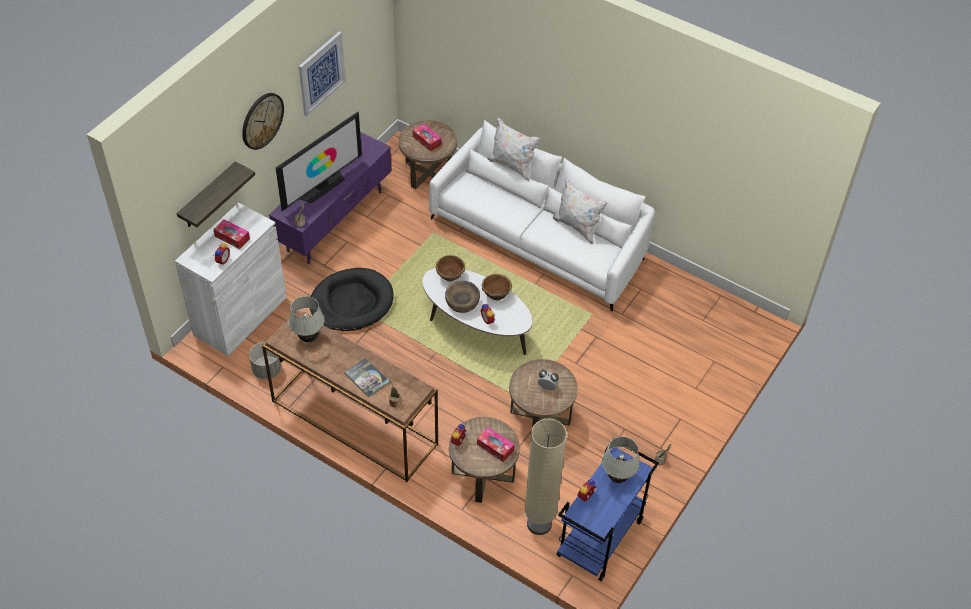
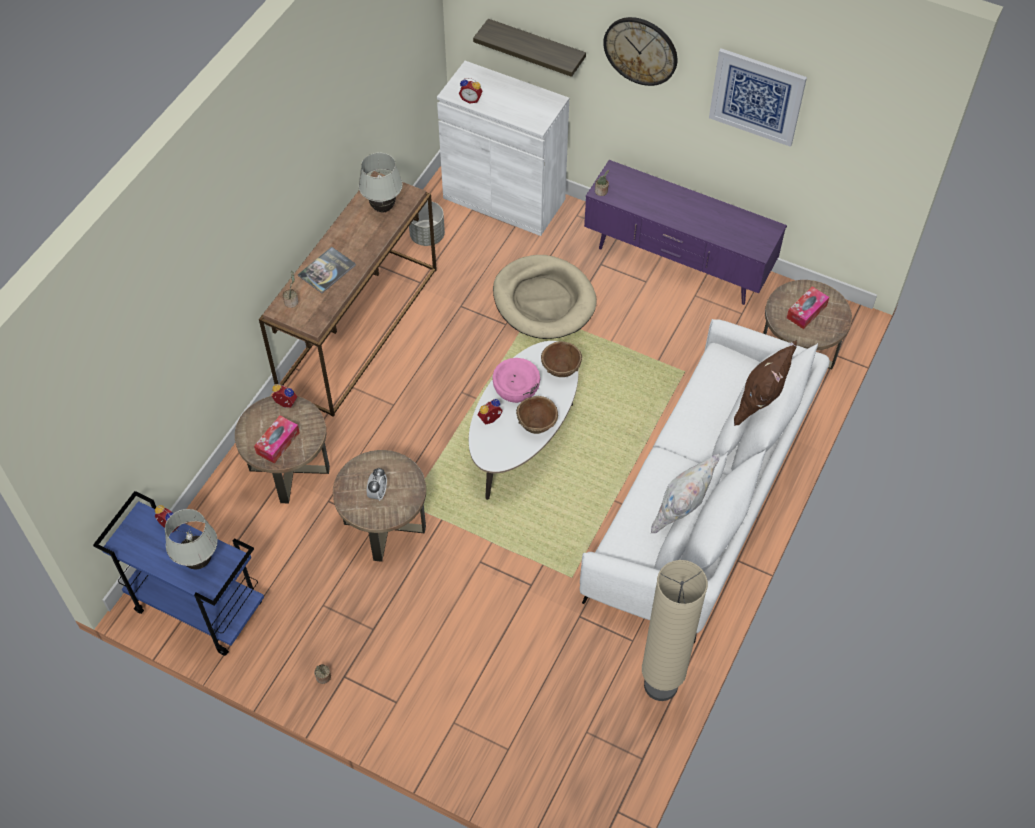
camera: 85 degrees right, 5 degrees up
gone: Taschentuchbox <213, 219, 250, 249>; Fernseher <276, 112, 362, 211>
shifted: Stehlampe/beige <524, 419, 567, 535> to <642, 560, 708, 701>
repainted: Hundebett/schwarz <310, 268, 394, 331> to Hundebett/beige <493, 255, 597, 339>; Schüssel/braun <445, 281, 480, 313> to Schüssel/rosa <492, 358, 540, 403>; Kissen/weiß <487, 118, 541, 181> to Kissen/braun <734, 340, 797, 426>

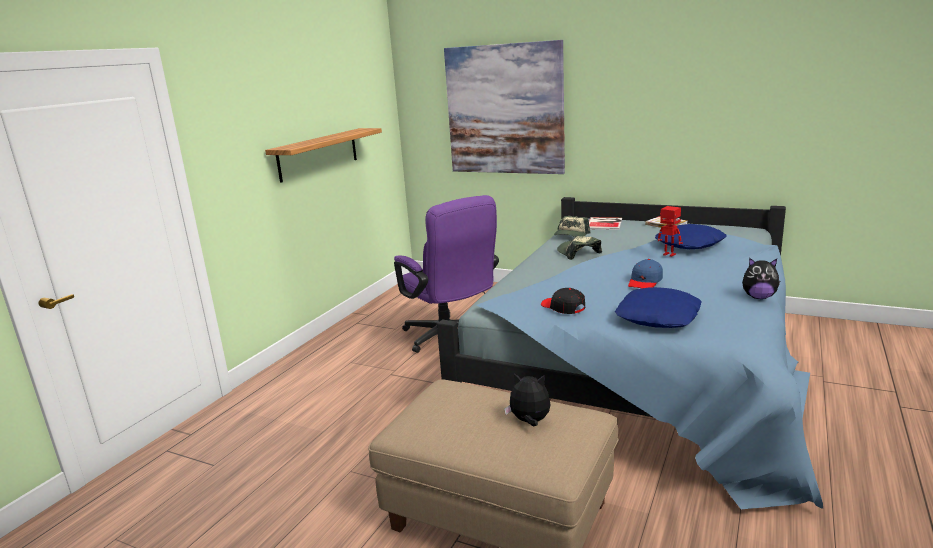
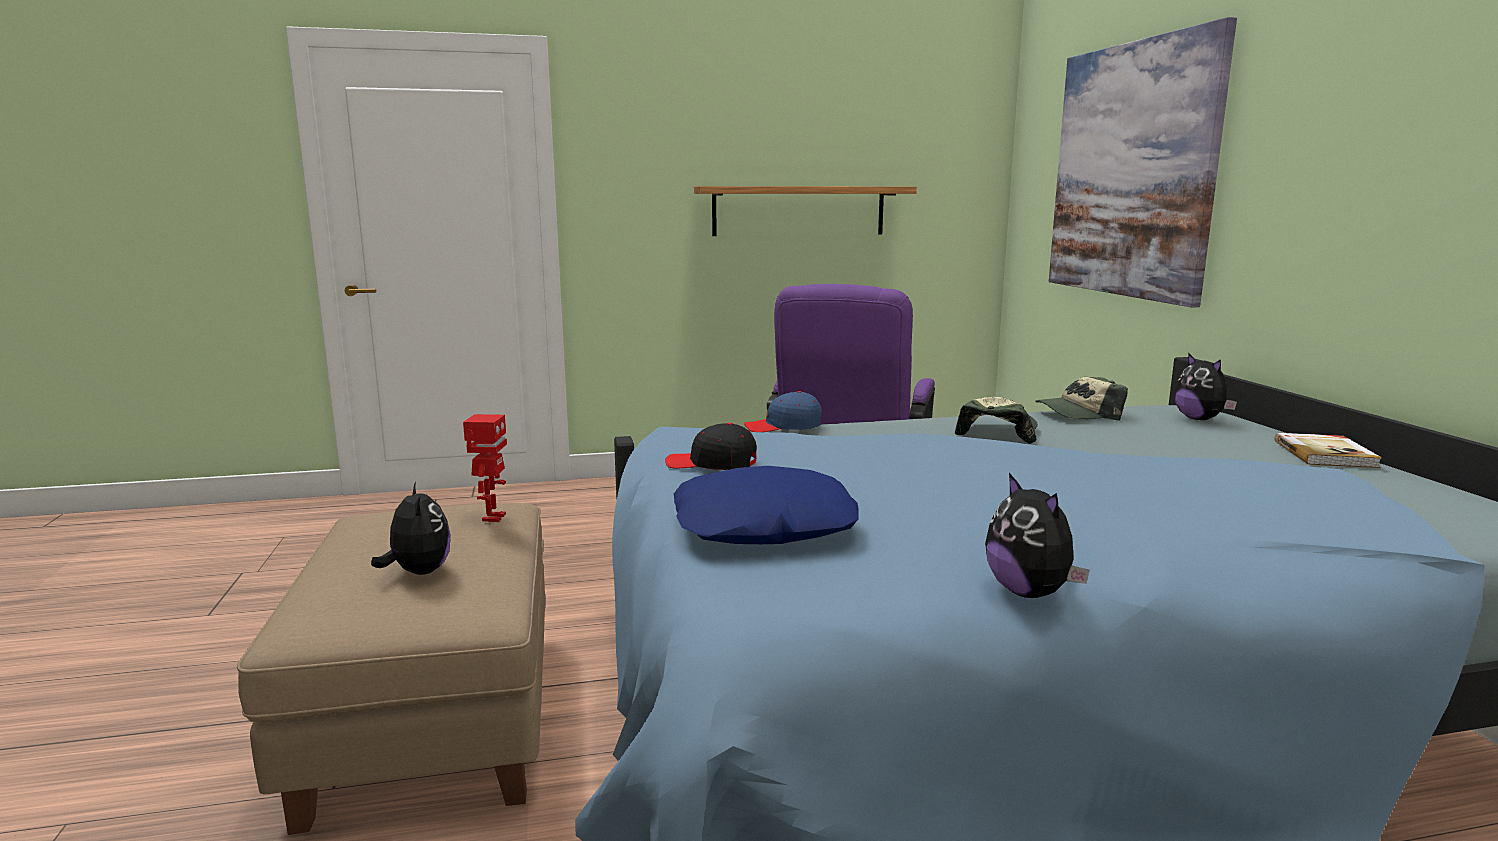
camera: 50 degrees right, 5 degrees down
gone: Kissen/blau <655, 224, 727, 249>
shifted: Kappe/blau <628, 259, 663, 288> to <744, 391, 821, 432>; Spielzeugroboter <658, 206, 683, 257> to <463, 414, 507, 522>
swapped: Buch <589, 217, 622, 230> to Plüschtier <1174, 353, 1237, 420>
rotated: Kappe/schwarz <541, 288, 585, 314> = <665, 423, 757, 470> 90 degrees counterclockwise

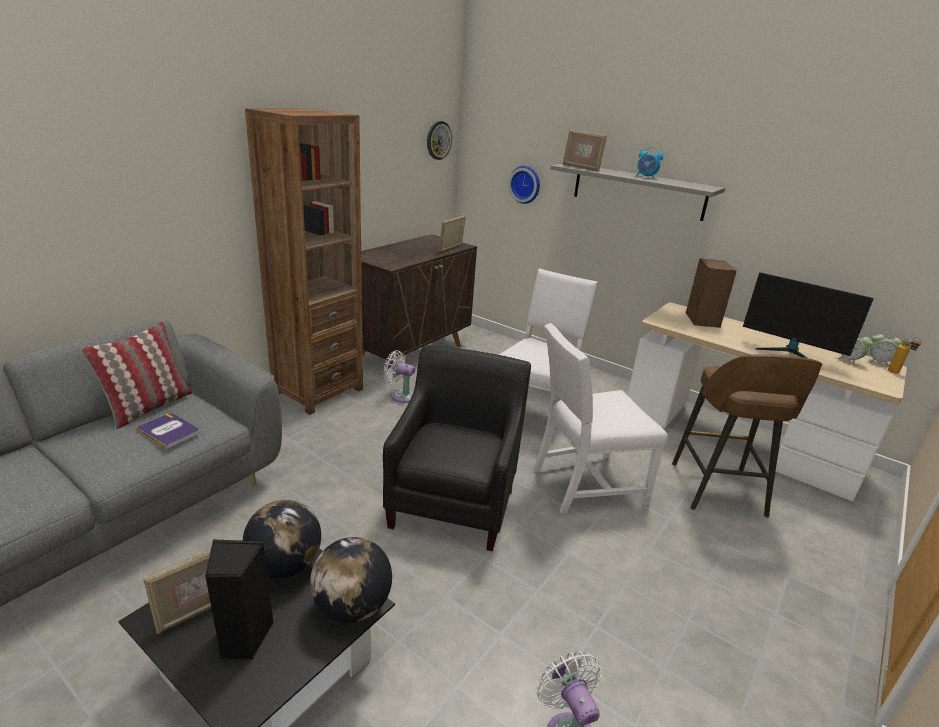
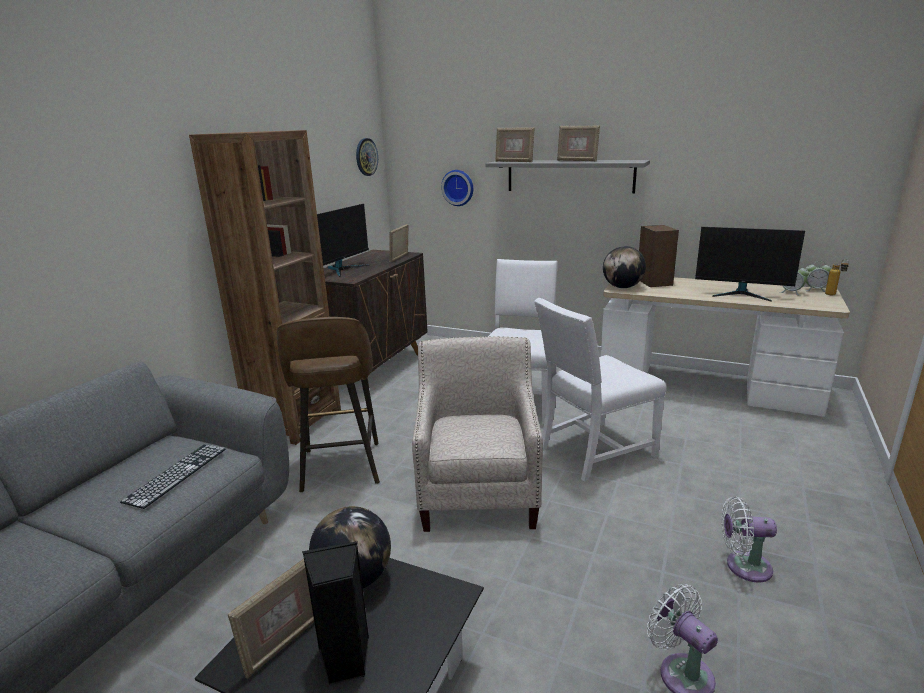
camera: 10 degrees left, 5 degrees down
gone: Kissen <82, 322, 192, 429>
new: Monitor <317, 204, 370, 277>
shifted: Globus <310, 537, 392, 623> to <603, 246, 646, 288>; Ventilator/weiß <383, 350, 415, 403> to <721, 496, 777, 582>; Hocker/braun <672, 354, 822, 517> to <277, 317, 380, 493>
swapped: Buch <136, 413, 200, 449> to Tastatur <120, 444, 226, 509>; Wecker <636, 147, 663, 179> to Bilderrahmen <557, 125, 600, 161>
repainted: Sessel/schwarz <383, 345, 531, 551> to Sessel/beige <412, 336, 543, 532>

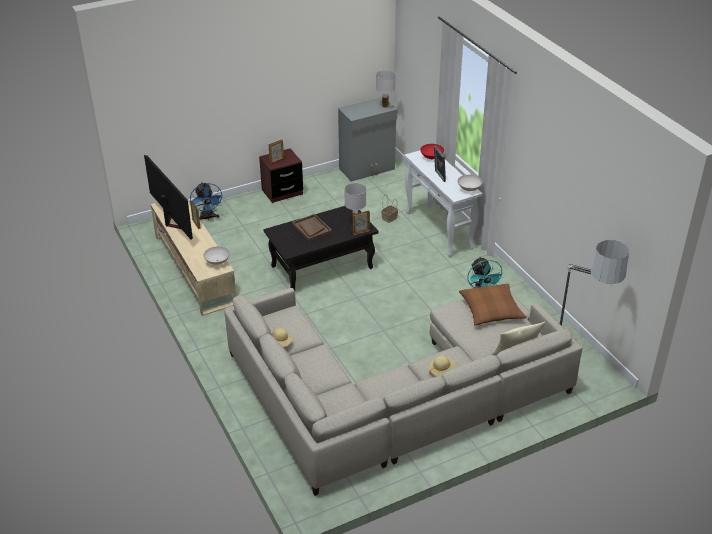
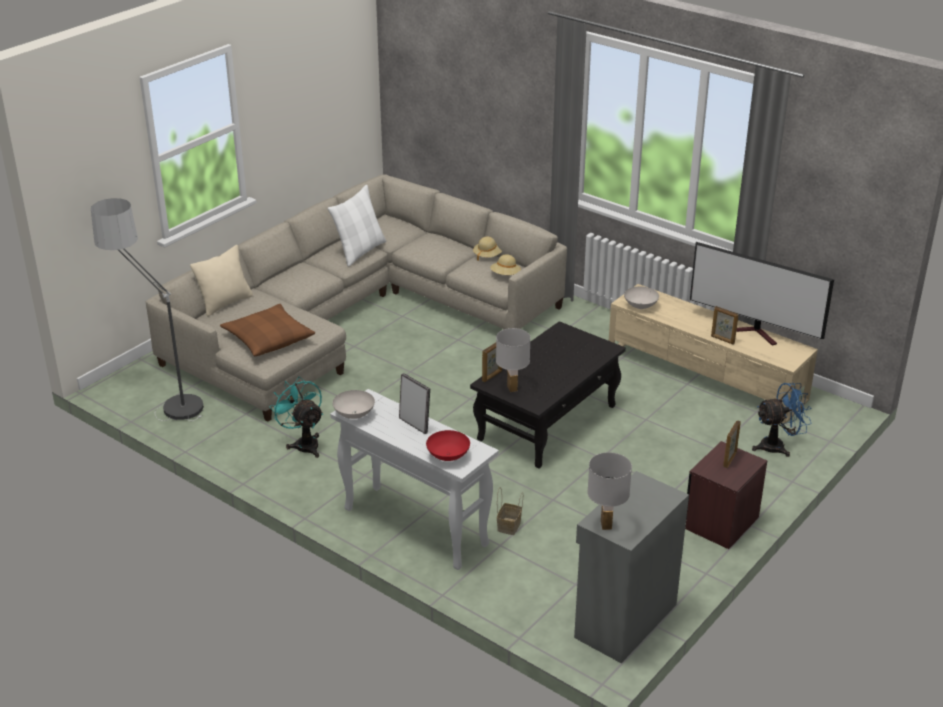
camera: 155 degrees right, 5 degrees down
gone: Tablett/braun <292, 214, 332, 241>
new: Kissen/weiß <328, 185, 386, 267>
shifted: Hut/beige <429, 356, 456, 376> to <490, 254, 521, 275>
rotated: Ventilator/blau <190, 182, 223, 220> = <752, 383, 812, 457> 120 degrees clockwise

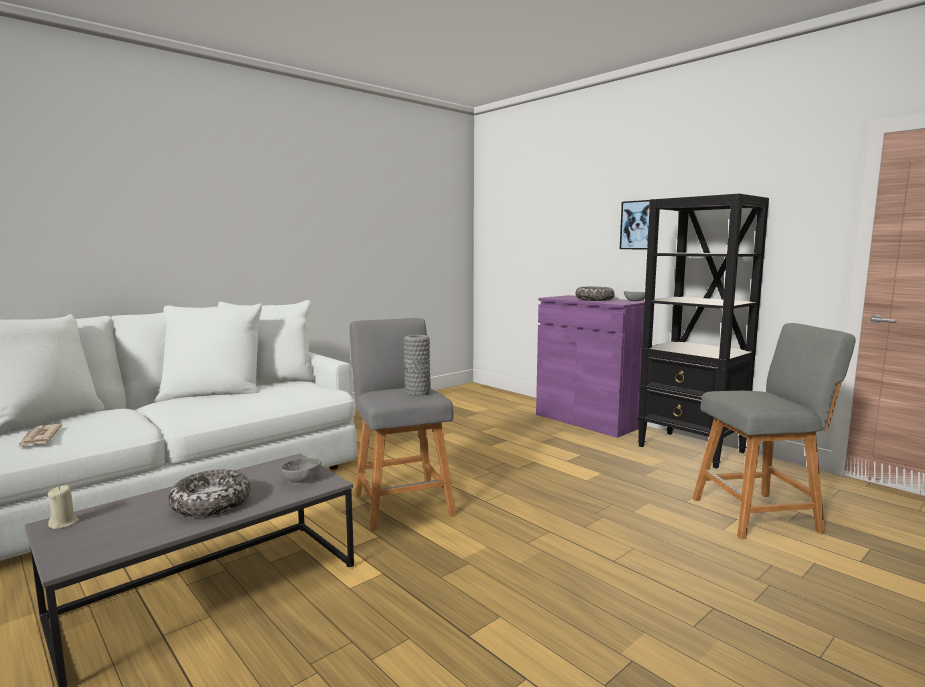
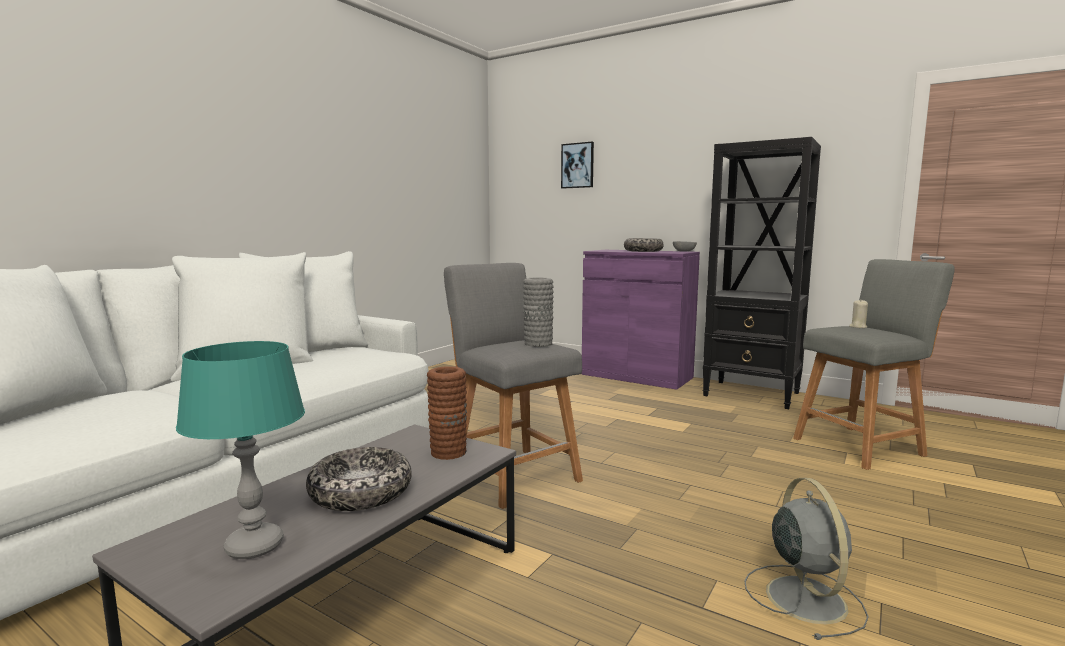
camera: 15 degrees left, 0 degrees up
gone: Zeitung <18, 424, 62, 448>
new: Tischlampe/türkis <176, 341, 305, 559>; Ventilator/grau <744, 478, 869, 640>
shifted: Kerze/beige <48, 485, 79, 529> to <849, 300, 868, 328>; Bild <620, 200, 650, 249> to <561, 142, 594, 189>
swapped: Schüssel/grau <281, 458, 321, 483> to Vase/braun <427, 366, 467, 460>

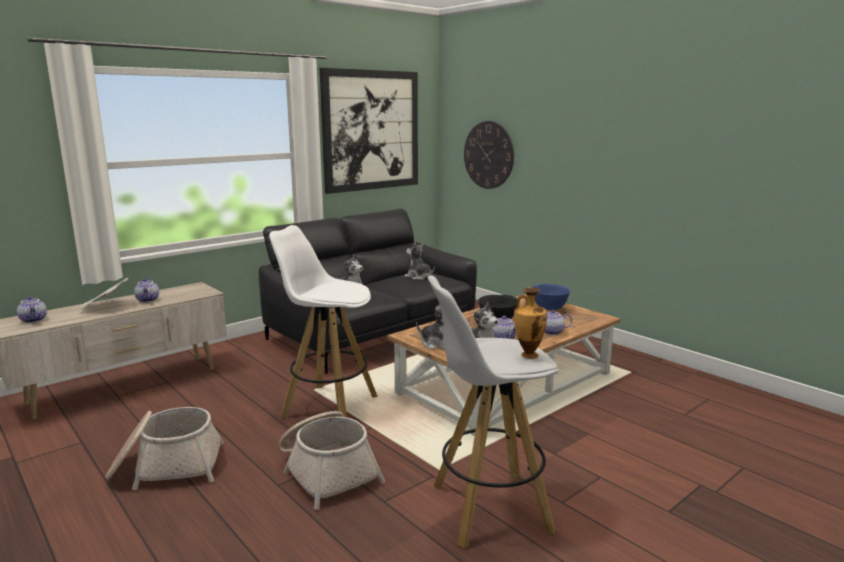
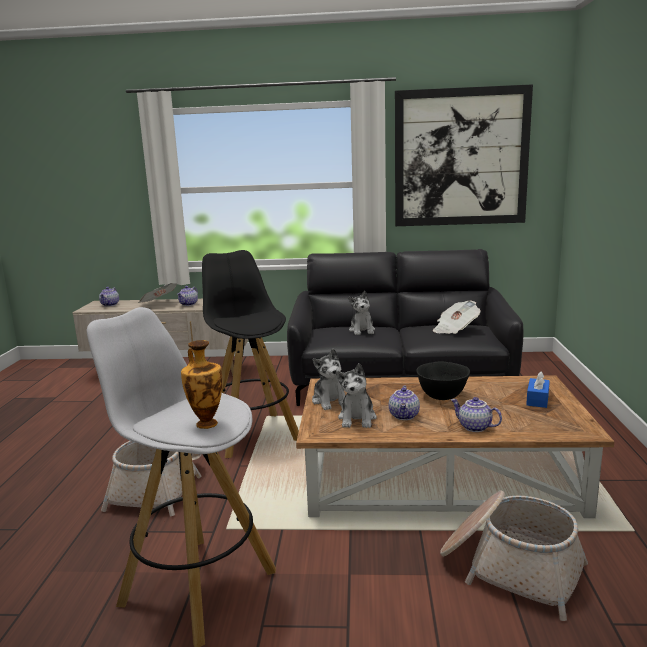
camera: 45 degrees right, 0 degrees up
gone: Wanduhr <464, 121, 514, 189>
shifted: Korb <106, 407, 224, 490> to <440, 490, 588, 621>
swapped: Plüschtier <404, 242, 435, 280> to Zeitung <433, 301, 480, 334>; Schüssel/blau <532, 284, 570, 311> to Taschentuchbox/blau <526, 371, 550, 408>
repainted: Hocker/weiß <269, 225, 378, 418> to Hocker/schwarz <202, 250, 299, 458>

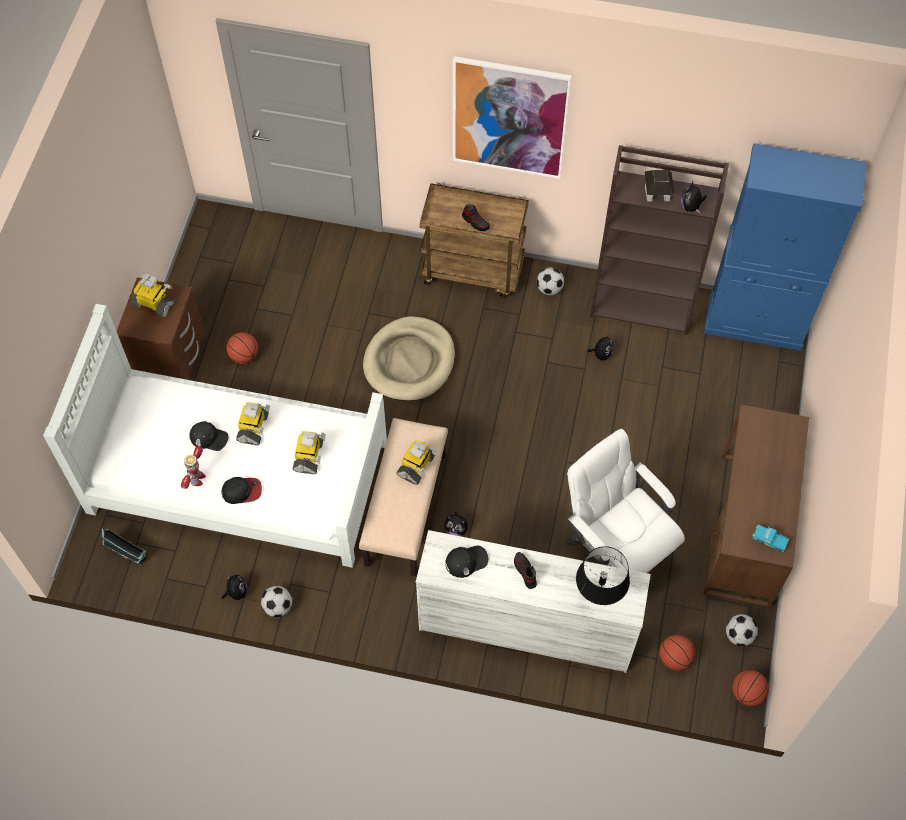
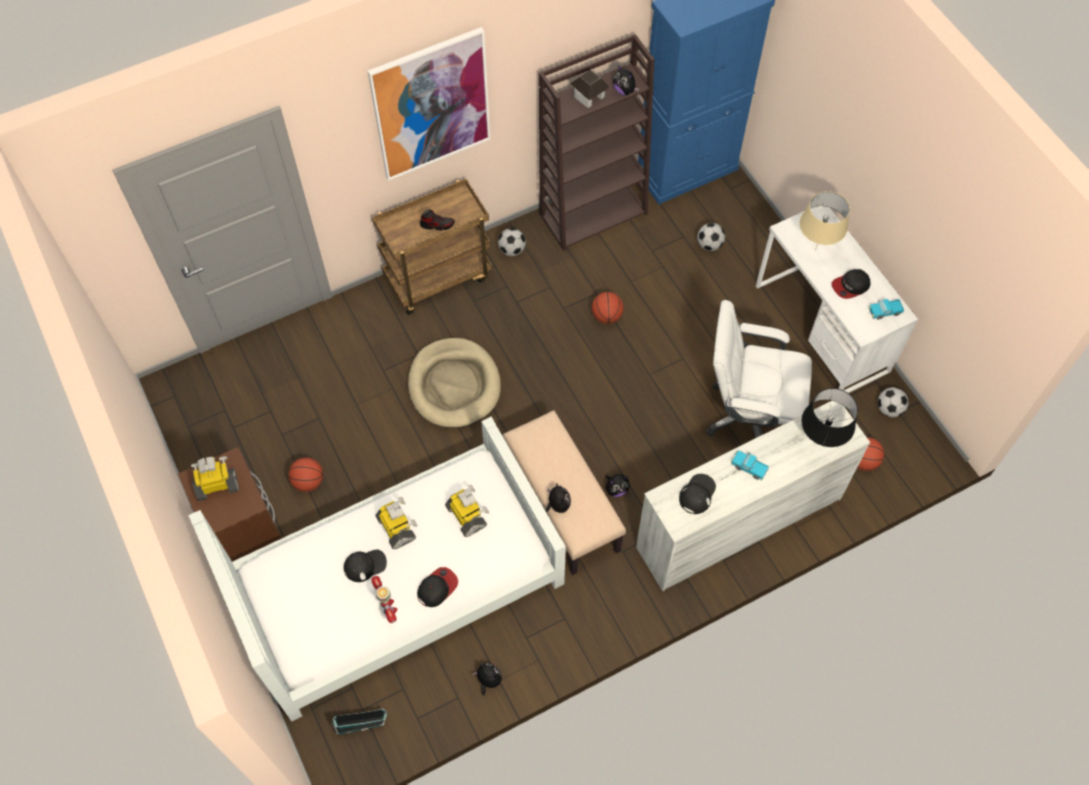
camera: 40 degrees left, 0 degrees up
gone: Spielzeugroboter <397, 440, 438, 485>
new: Tischlampe/beige <800, 191, 850, 251>; Kappe <832, 269, 870, 299>
shifted: Fußball <261, 586, 292, 617> to <697, 223, 725, 251>; Plüschtier <587, 334, 614, 361> to <545, 483, 571, 513>; Basketball <732, 670, 769, 706> to <592, 292, 624, 324>
swapped: Schuh <514, 552, 537, 589> to Spielzeuglaster <731, 450, 769, 480>
repainted: Schreibtisch/braun <703, 405, 809, 607> to Schreibtisch/weiß <756, 206, 918, 393>

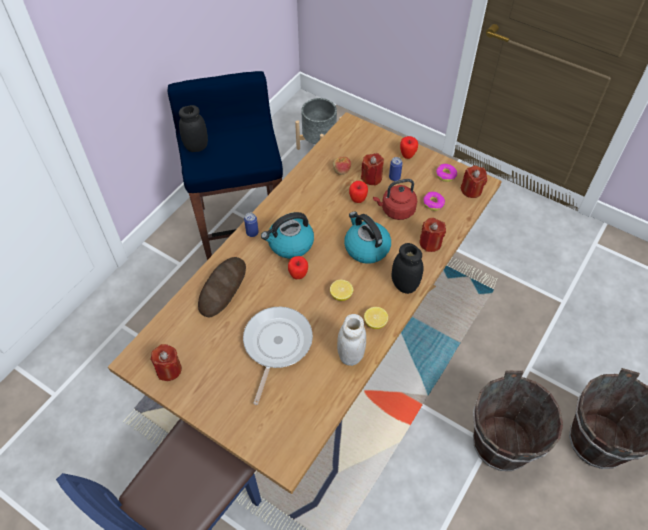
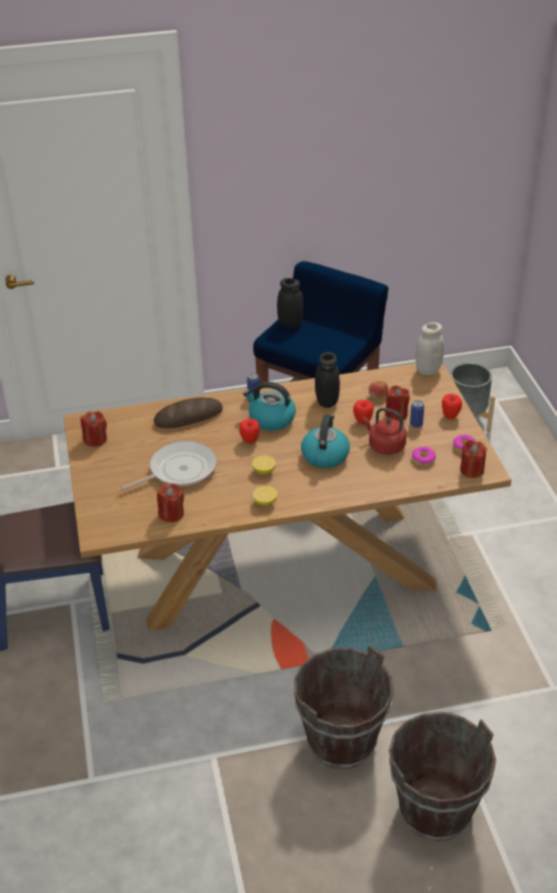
camera: 45 degrees right, 15 degrees down
shifted: Vorratsglas/weiß <337, 314, 366, 366> to <416, 322, 444, 375>; Vorratsglas/schwarz <391, 243, 424, 294> to <315, 352, 340, 408>; Kerze/rot <419, 218, 446, 252> to <157, 483, 184, 522>

